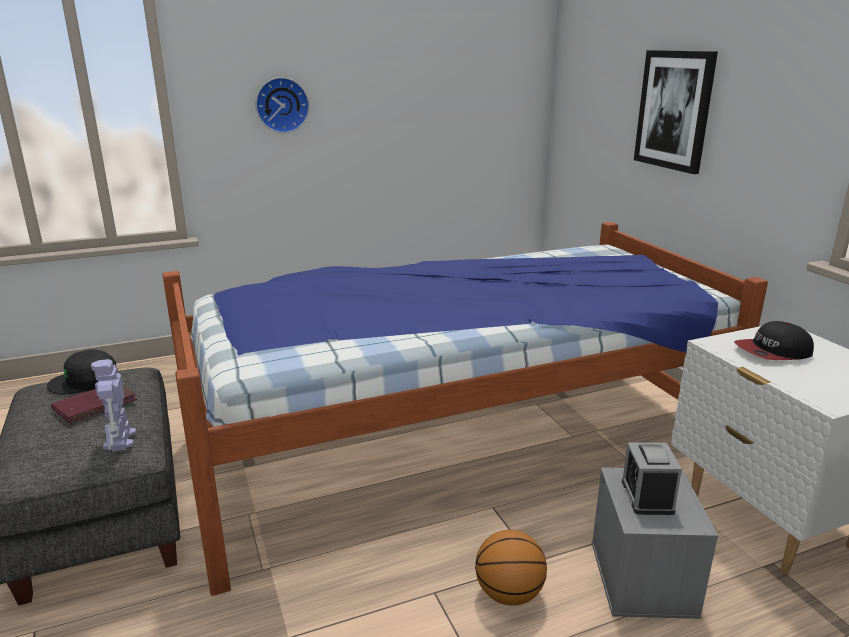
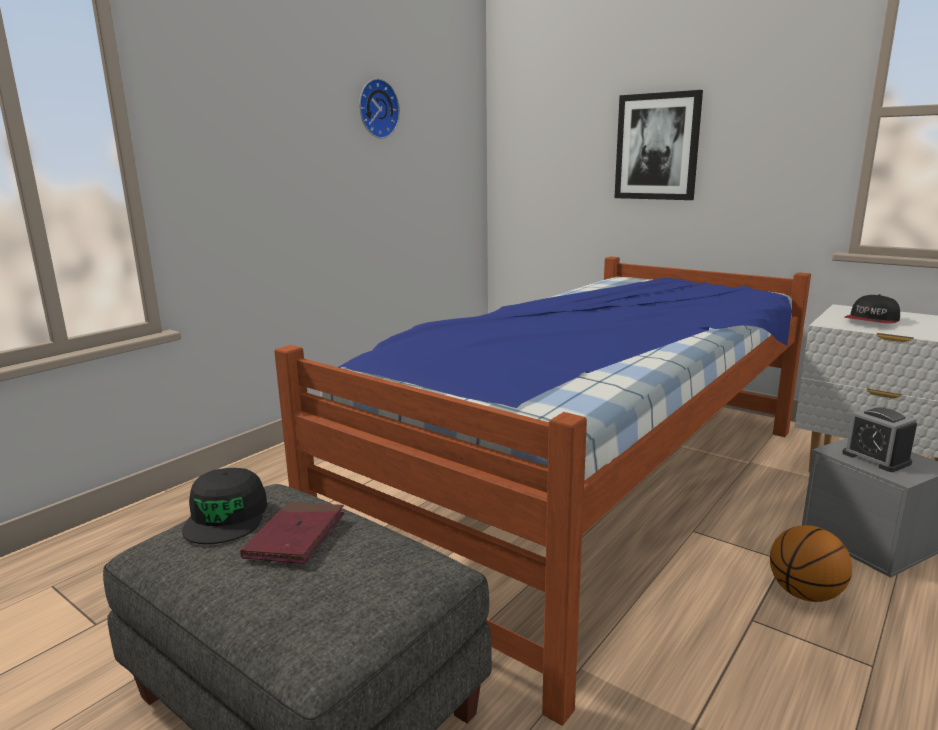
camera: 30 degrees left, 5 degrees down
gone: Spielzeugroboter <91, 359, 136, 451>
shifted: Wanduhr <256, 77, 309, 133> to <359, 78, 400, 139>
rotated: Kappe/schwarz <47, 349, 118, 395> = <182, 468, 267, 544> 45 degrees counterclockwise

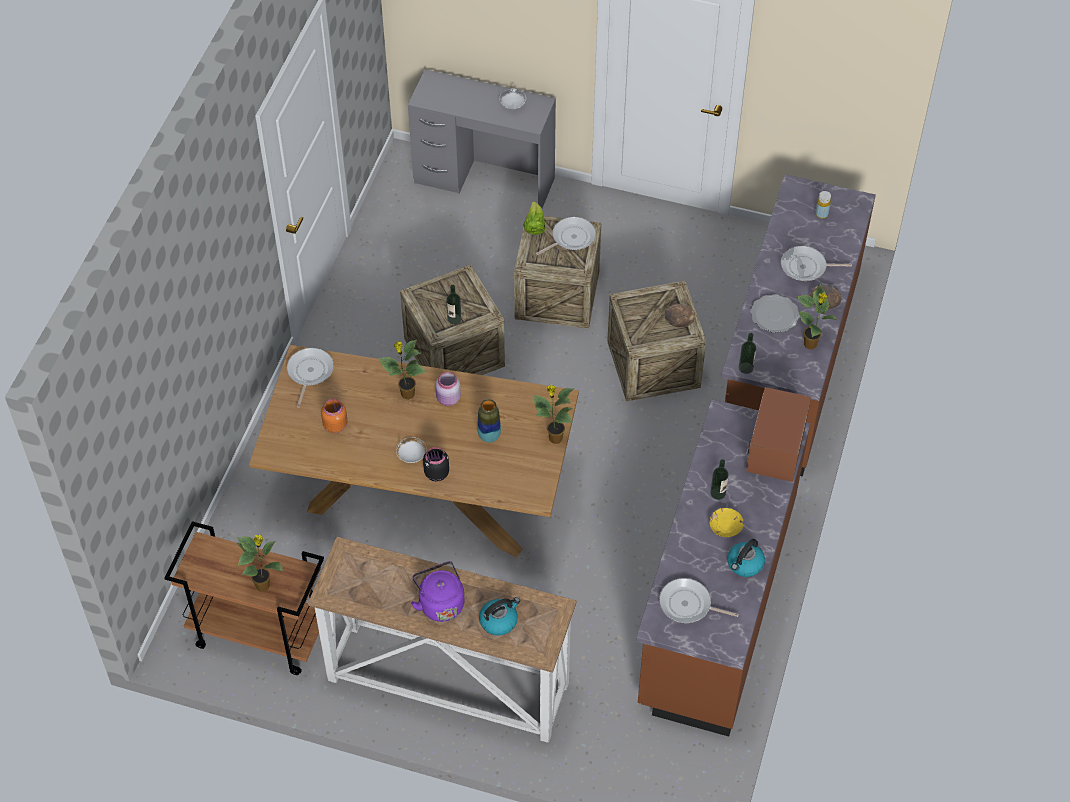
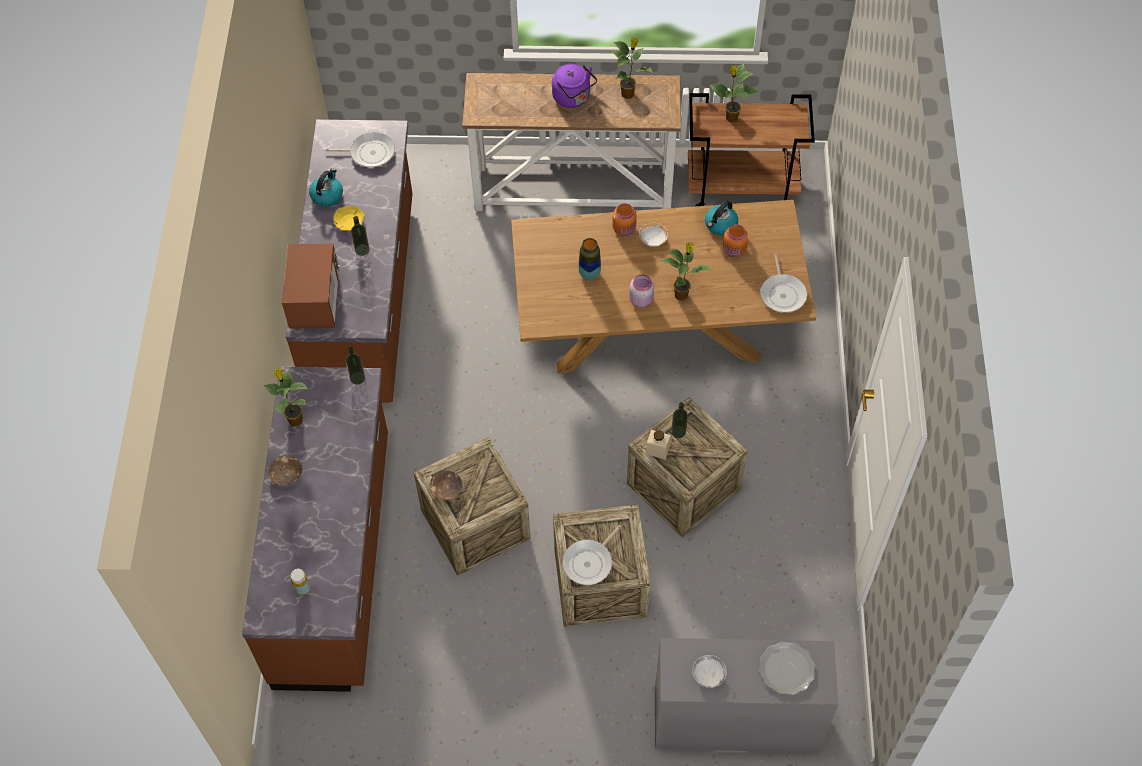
camera: 165 degrees right, 5 degrees up
gone: Salatkopf <523, 201, 545, 235>; Pfanne <781, 246, 852, 281>
new: Vorratsglas/beige <645, 430, 670, 460>
shifted: Wasserkessel <479, 597, 520, 636> to <705, 201, 738, 236>; Topfpflanze <534, 385, 575, 444> to <609, 37, 653, 99>; Teller <750, 294, 800, 333> to <759, 641, 815, 695>
repainted: Vorratsglas/schwarz <423, 447, 449, 481> to Vorratsglas/orange <612, 203, 637, 236>

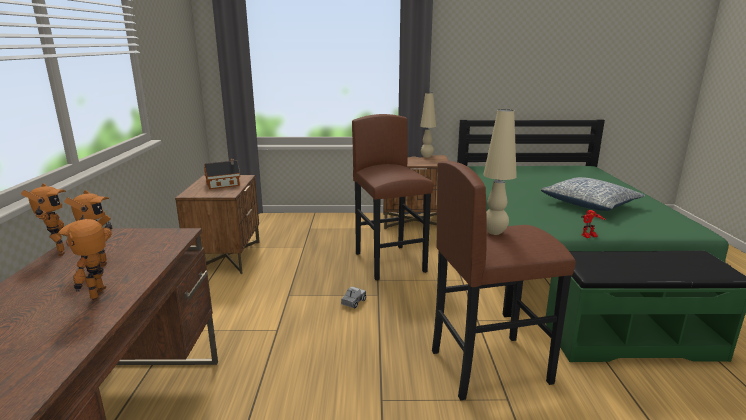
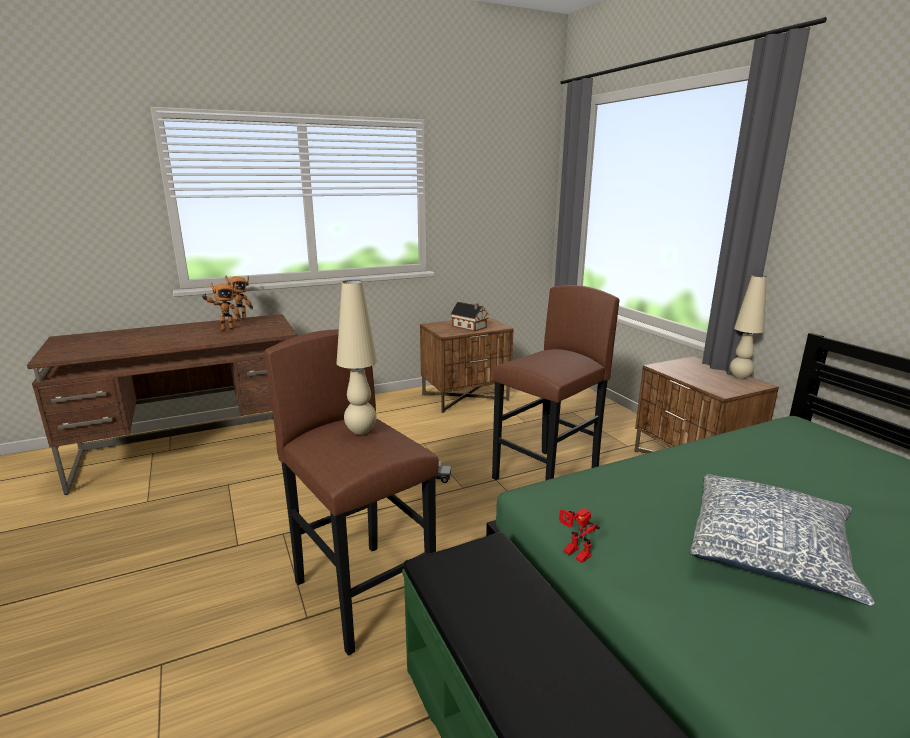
camera: 65 degrees right, 0 degrees up
gone: Spielzeugroboter <58, 215, 112, 299>

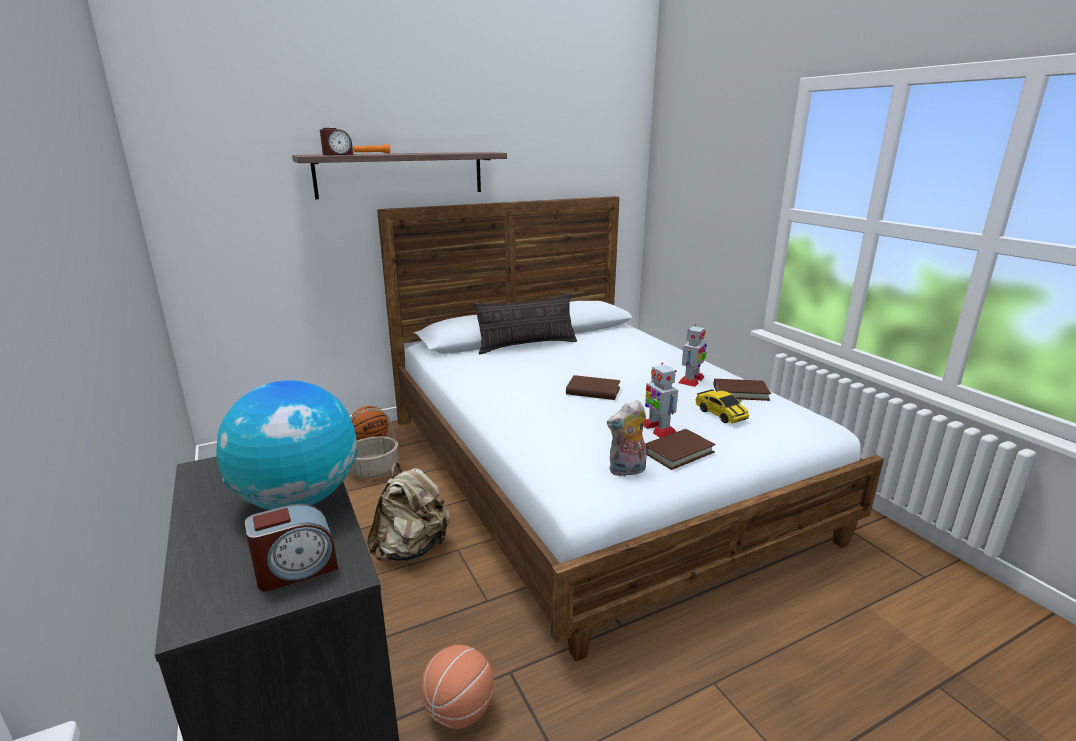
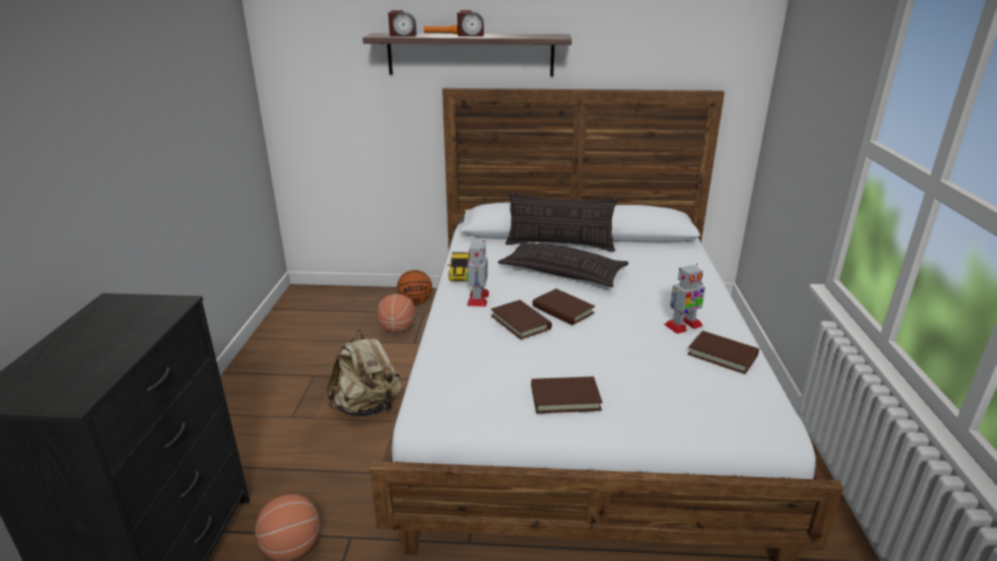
camera: 30 degrees right, 5 degrees up
gone: Globus <216, 380, 357, 510>; Plüschtier <607, 400, 647, 477>
new: Buch/braun <491, 300, 552, 340>; Kissen <498, 241, 629, 287>
shifted: Wecker <245, 504, 338, 592> to <457, 10, 484, 37>; Spielzeugroboter <644, 363, 678, 438> to <466, 240, 489, 307>; Spielzeugauto <696, 389, 750, 424> to <447, 252, 470, 281>
swapped: Korb <349, 408, 398, 479> to Basketball <377, 294, 415, 333>

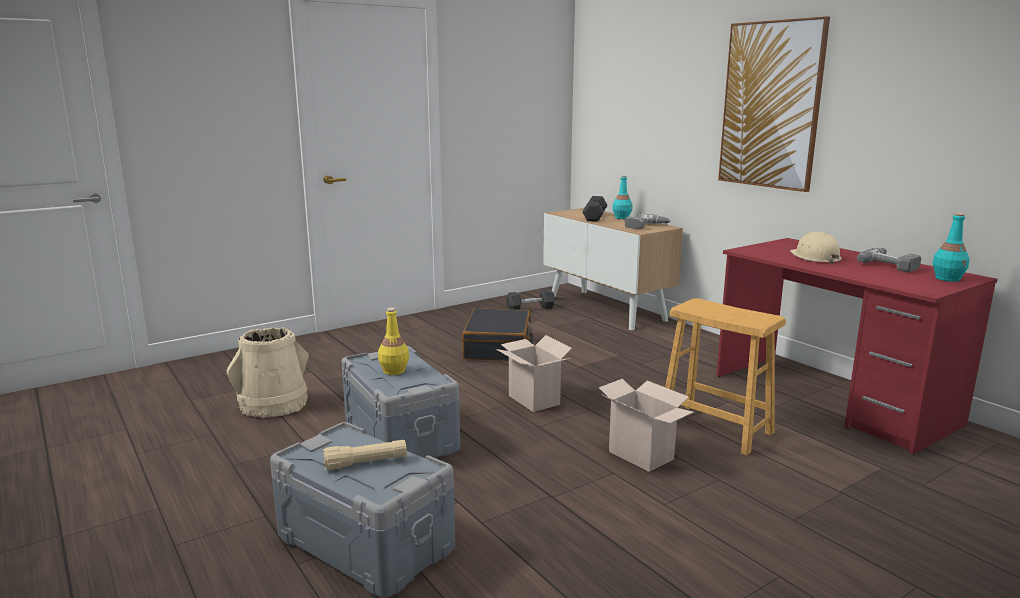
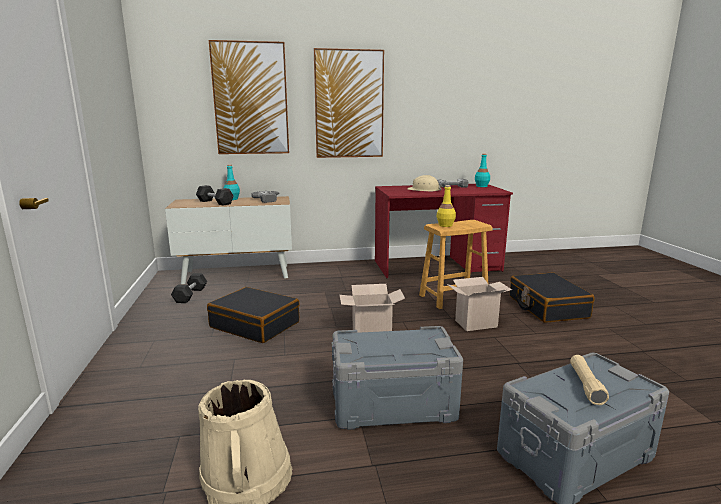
camera: 65 degrees left, 0 degrees up
new: Bild <209, 40, 289, 154>; Koffer/schwarz <510, 273, 595, 323>
shifted: Flasche/gelb <378, 307, 409, 375> to <437, 185, 456, 227>

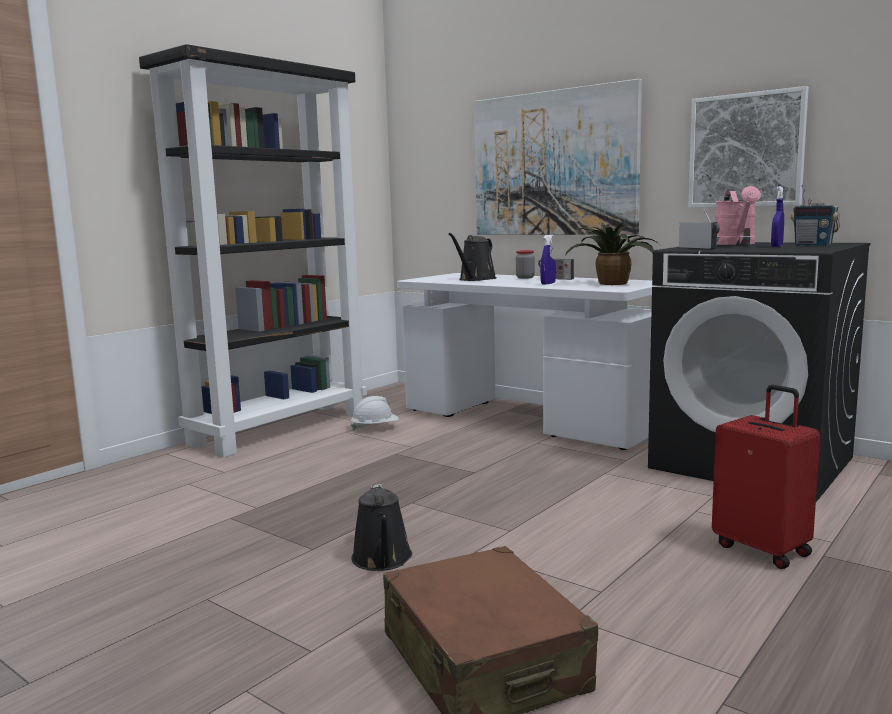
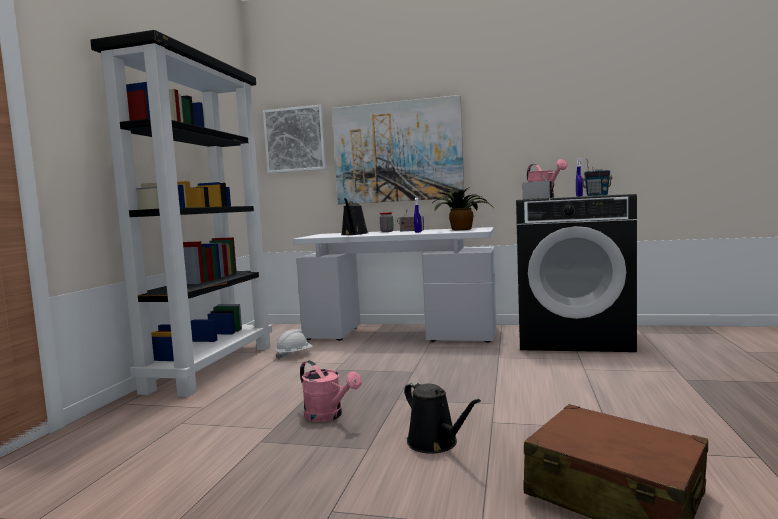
camera: 25 degrees left, 5 degrees down
gone: Koffer/rot <712, 385, 820, 569>
new: Gießkanne/rosa <300, 361, 362, 422>
shifted: Bild <688, 86, 809, 208> to <263, 104, 327, 173>

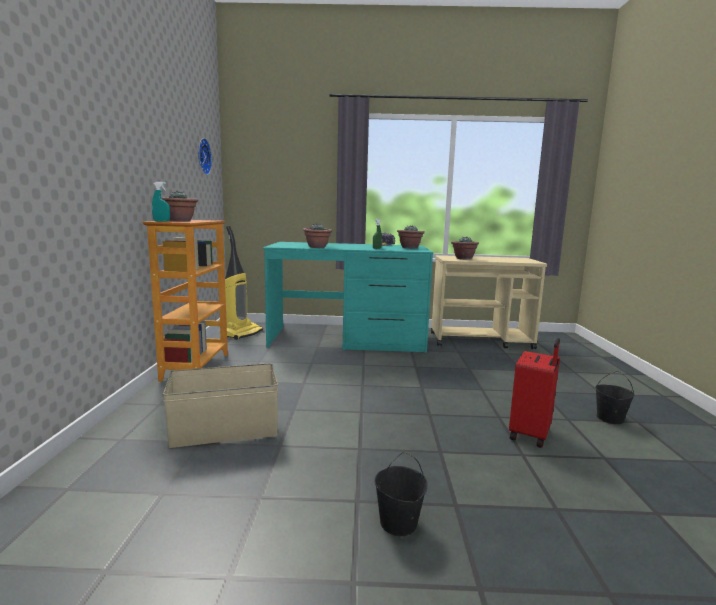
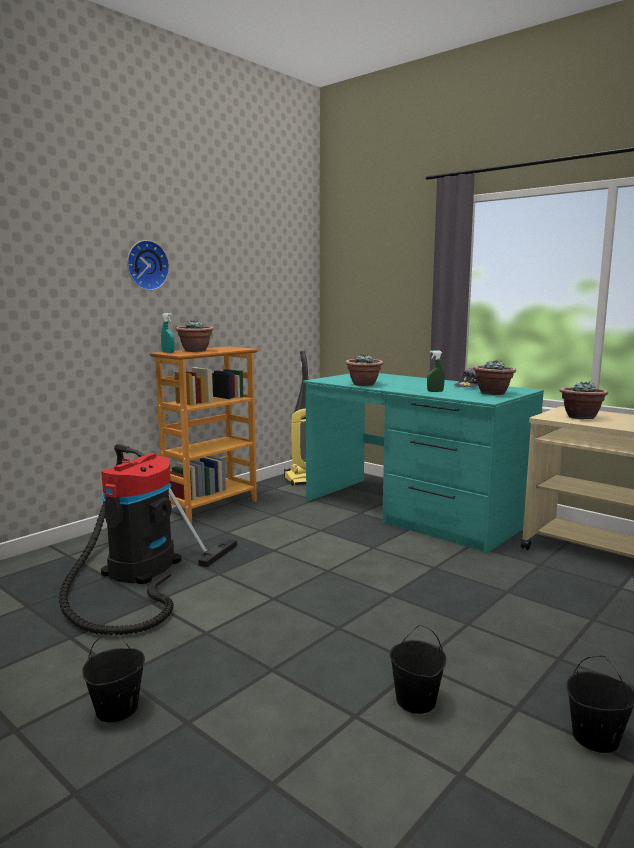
camera: 40 degrees right, 0 degrees up
shifted: Wanduhr <198, 138, 212, 175> to <127, 240, 169, 291>
swapped: Aufbewahrungsbox/beige <163, 363, 278, 448> to Staubsauger <59, 444, 237, 635>; Koffer/rot <509, 338, 560, 448> to Eimer/schwarz <390, 625, 446, 714>

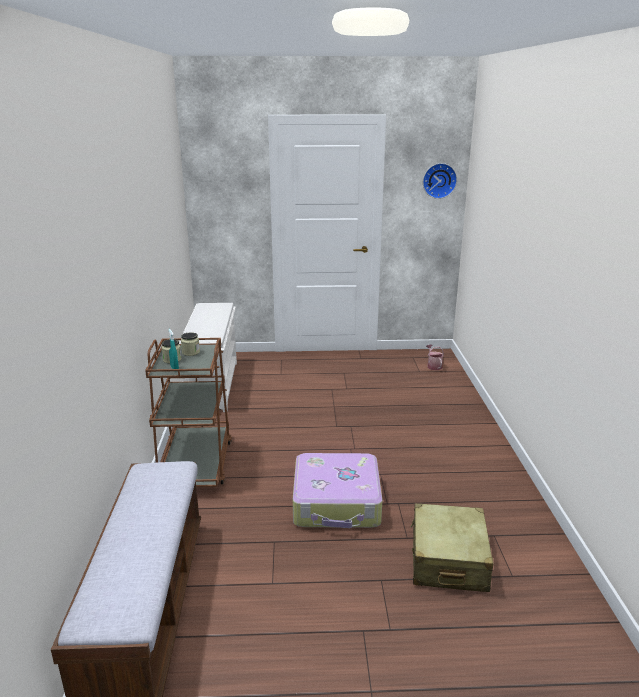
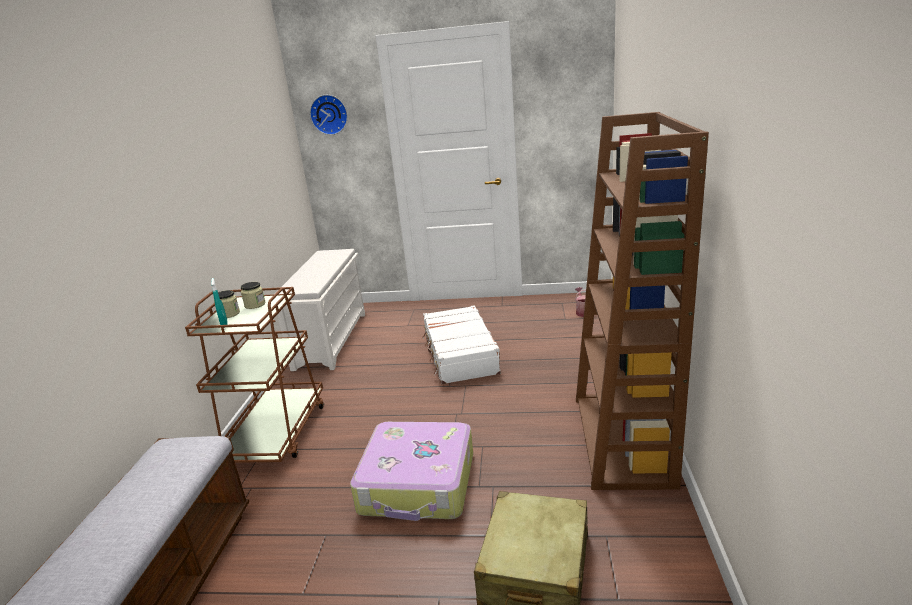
camera: 10 degrees right, 0 degrees up
new: Koffer/weiß <422, 305, 501, 384>; Bücherregal/braun <576, 112, 709, 490>
shifted: Wanduhr <423, 163, 457, 199> to <310, 95, 348, 135>

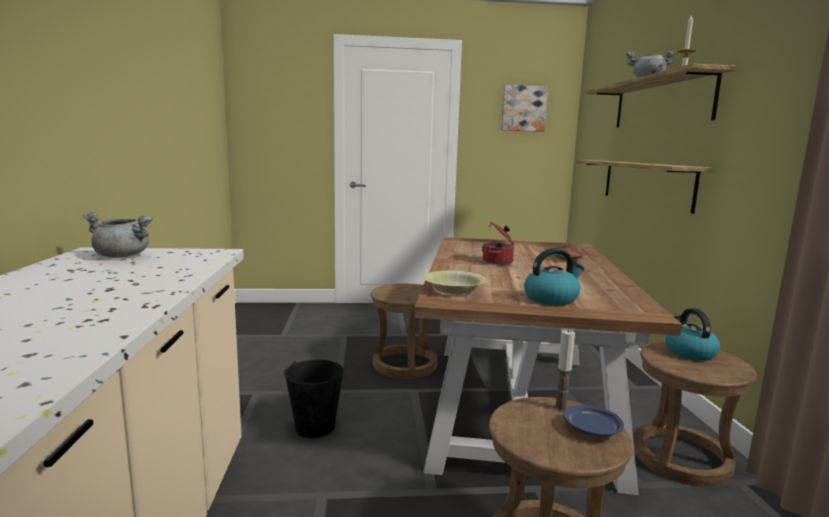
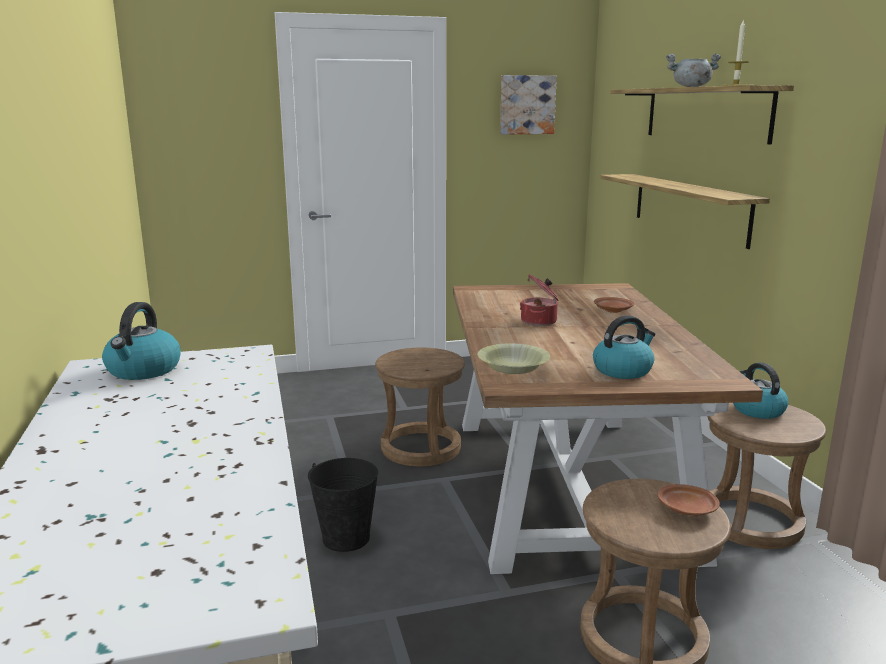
camera: 10 degrees left, 5 degrees up
gone: Kerze <554, 329, 575, 412>
swapped: Kochtopf/grau <82, 212, 153, 258> to Wasserkessel <102, 302, 181, 380>
repainted: Teller/blau <563, 405, 624, 436> to Teller/braun <657, 484, 720, 516>

